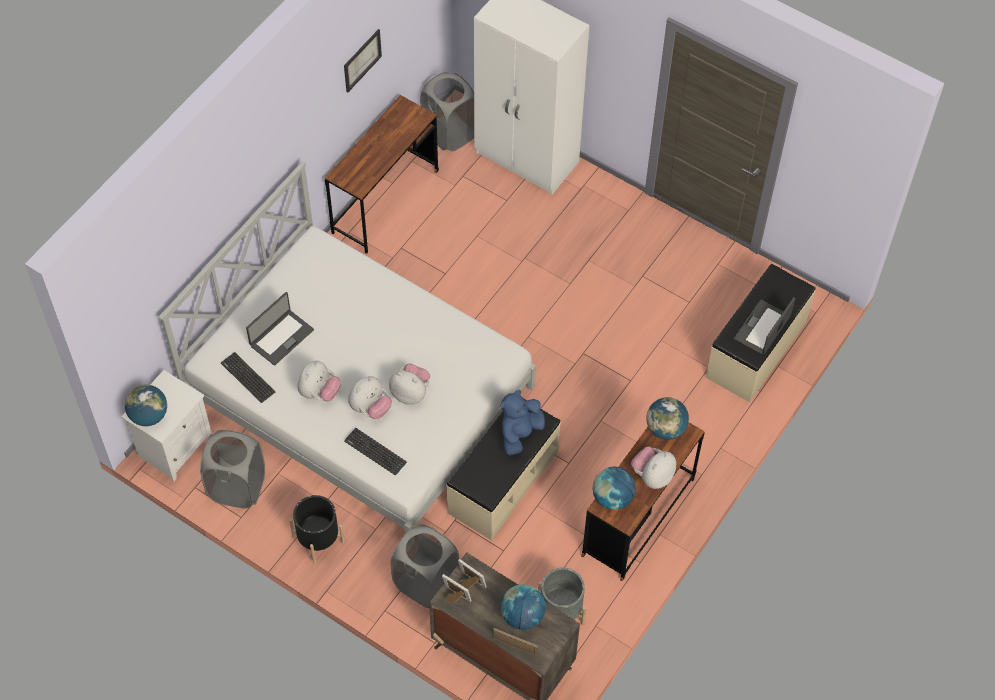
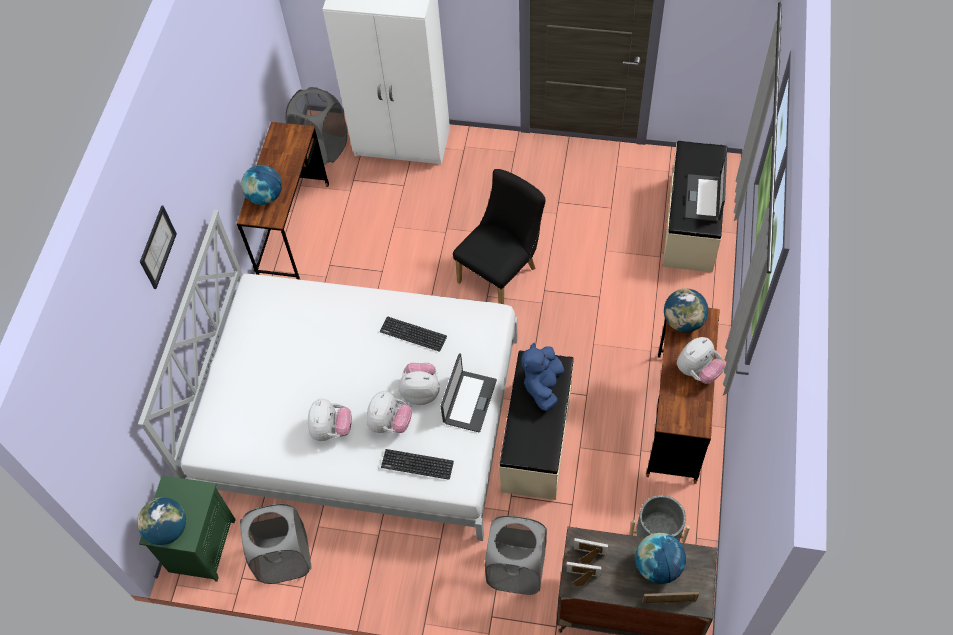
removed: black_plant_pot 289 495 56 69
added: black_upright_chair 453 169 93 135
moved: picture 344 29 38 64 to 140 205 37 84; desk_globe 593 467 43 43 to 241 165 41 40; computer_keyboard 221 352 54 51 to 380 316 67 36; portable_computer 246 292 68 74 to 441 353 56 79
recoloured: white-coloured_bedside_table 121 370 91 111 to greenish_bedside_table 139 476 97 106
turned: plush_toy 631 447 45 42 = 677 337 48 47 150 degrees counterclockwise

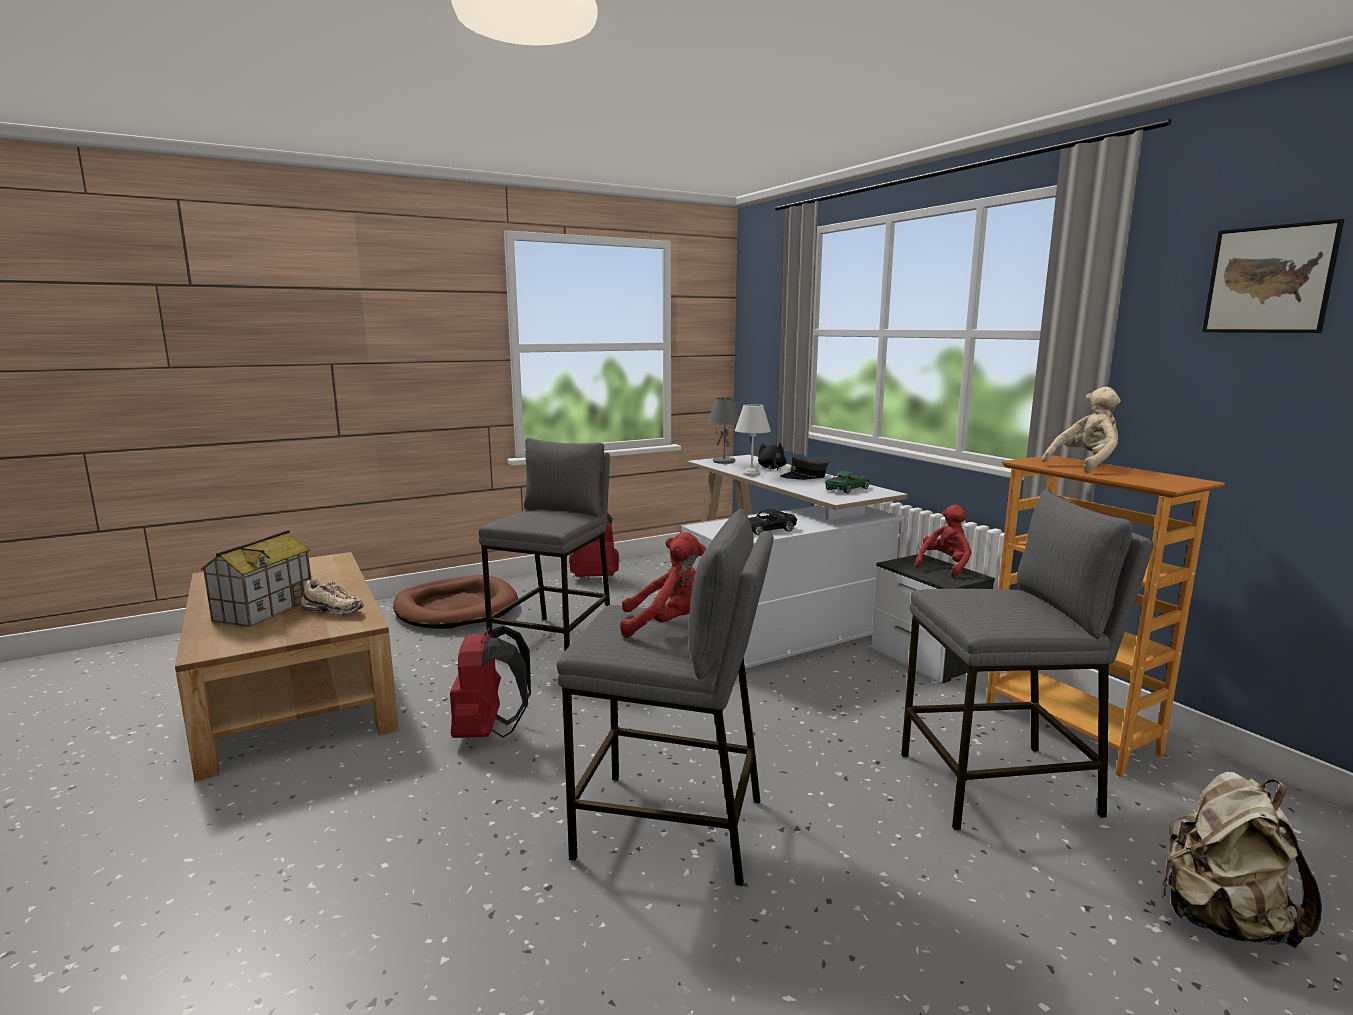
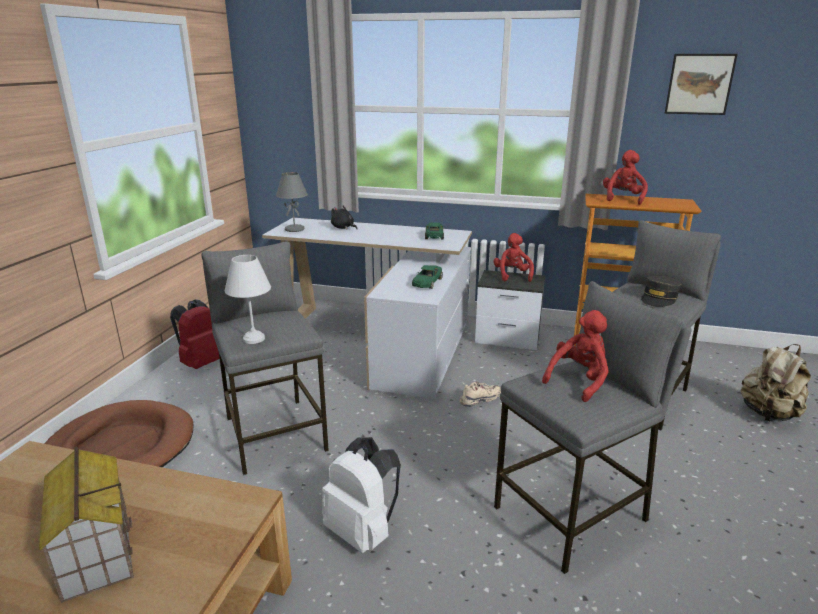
moved: white-coloured_tabletop_lamp 735 404 36 72 to 225 255 46 89; sand-coloured_low_shoe 301 579 63 37 to 460 382 41 25; greyish_peaked_cap 780 456 49 24 to 641 276 41 31
recoloured: reddish_knapsack 450 626 81 112 to white-coloured_knapsack 322 437 79 116; black_toy_car 749 509 48 26 to greenish_toy_car 412 265 31 24; sand-coloured_plush_toy 1042 387 79 86 to reddish_plush_toy 603 150 45 55

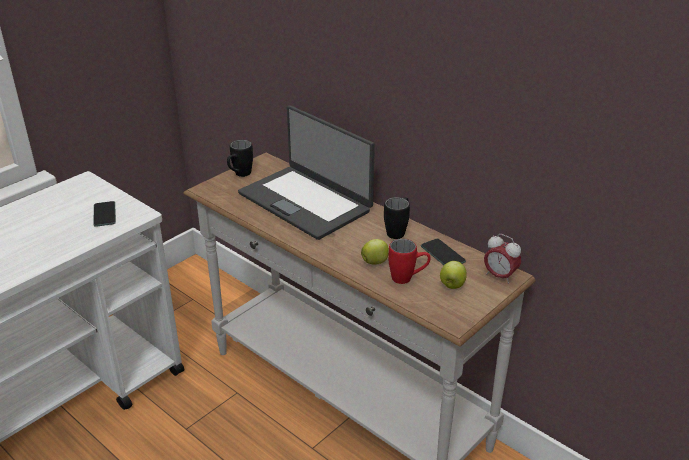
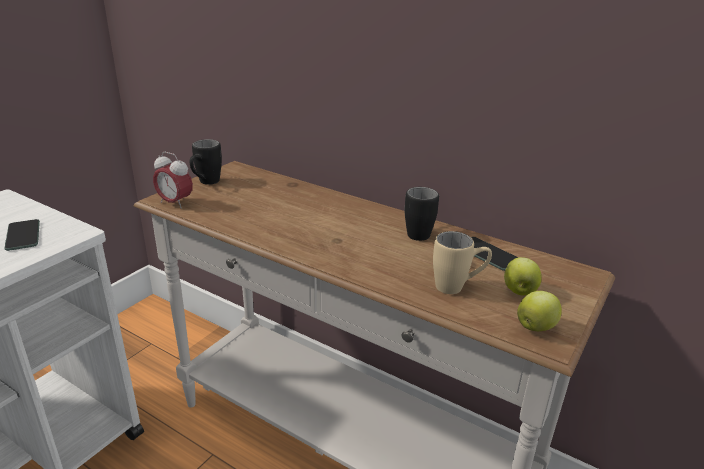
removed: portable_computer 238 105 137 135
moved: alarm_clock 484 234 37 50 to 153 152 40 57; apple_fruit 361 239 28 25 to 517 291 45 40
recoloured: reddish_coffee_mug 388 239 43 45 to sand-coloured_coffee_mug 433 231 59 63

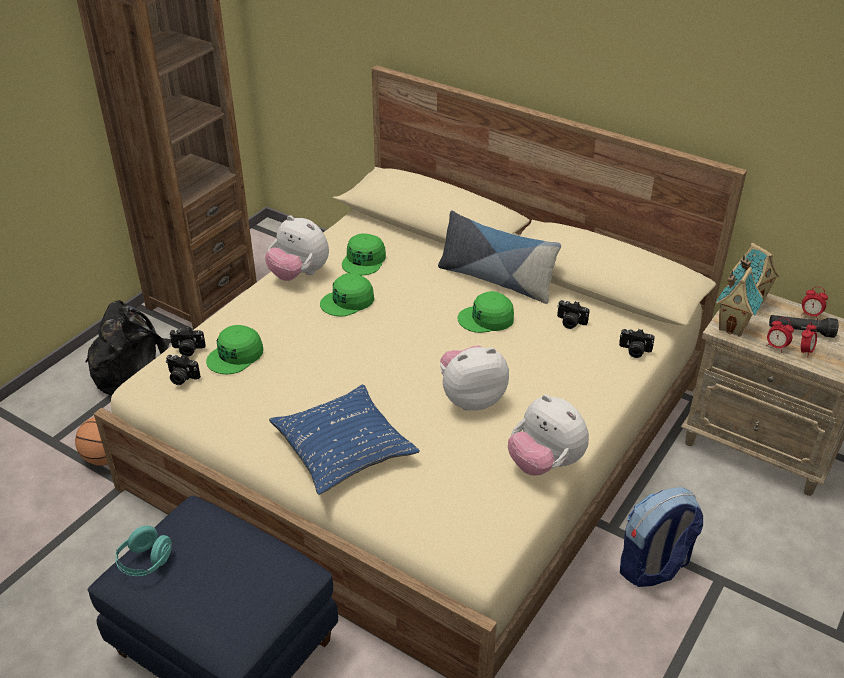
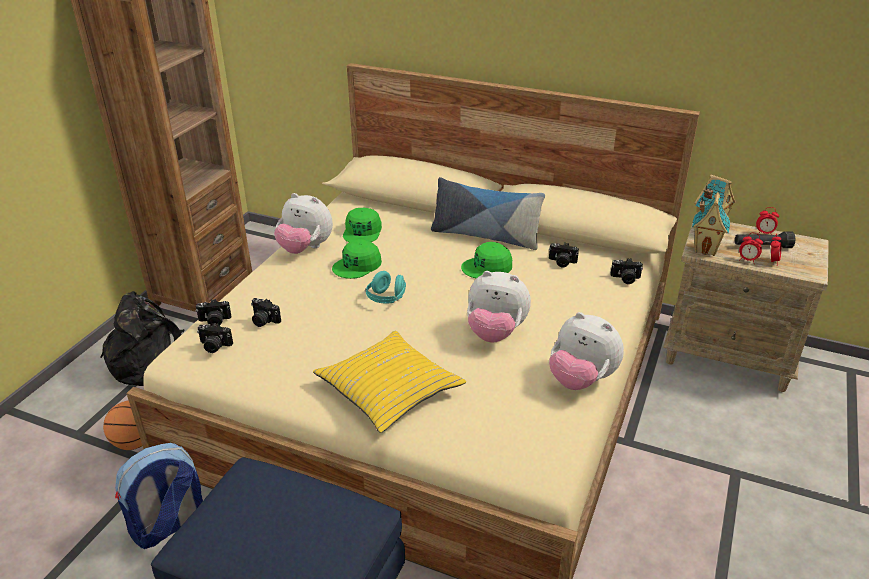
moved: knapsack 620 487 83 100 to 115 443 88 106; turquoise-coloured_headphones 115 525 57 51 to 365 271 41 33
replaced: greenish_peaked_cap 206 325 57 49 to photo_camera 251 298 30 29
recoloured: blue-coloured_throw_pillow 269 384 151 111 to yellowish_throw_pillow 313 331 153 102
turned: plush_toy 440 345 69 65 = 467 271 64 72 135 degrees counterclockwise

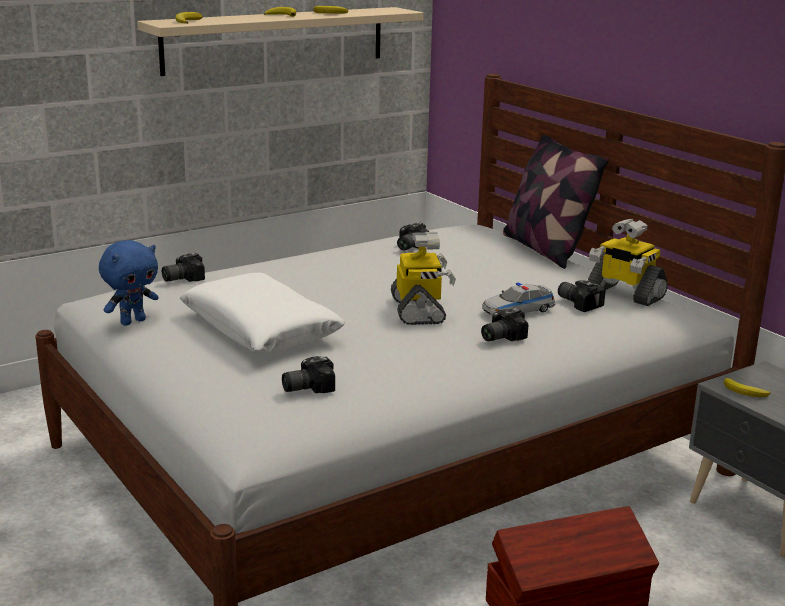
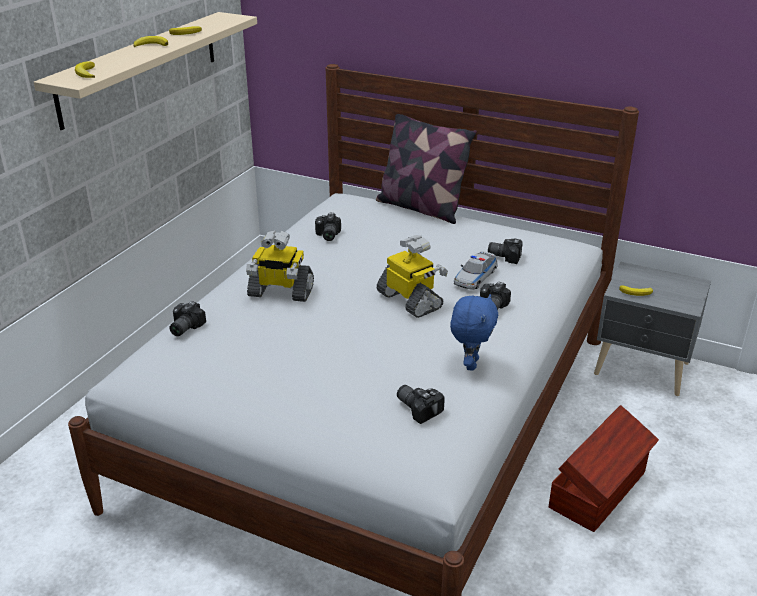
removed: white-coloured_throw_pillow 180 273 165 81
moved: toy_robot 587 219 81 87 to 246 230 68 72; blue-coloured_plush_toy 99 240 59 86 to 450 294 48 77
turned: photo_camera 282 356 53 37 = 397 385 48 39 105 degrees clockwise

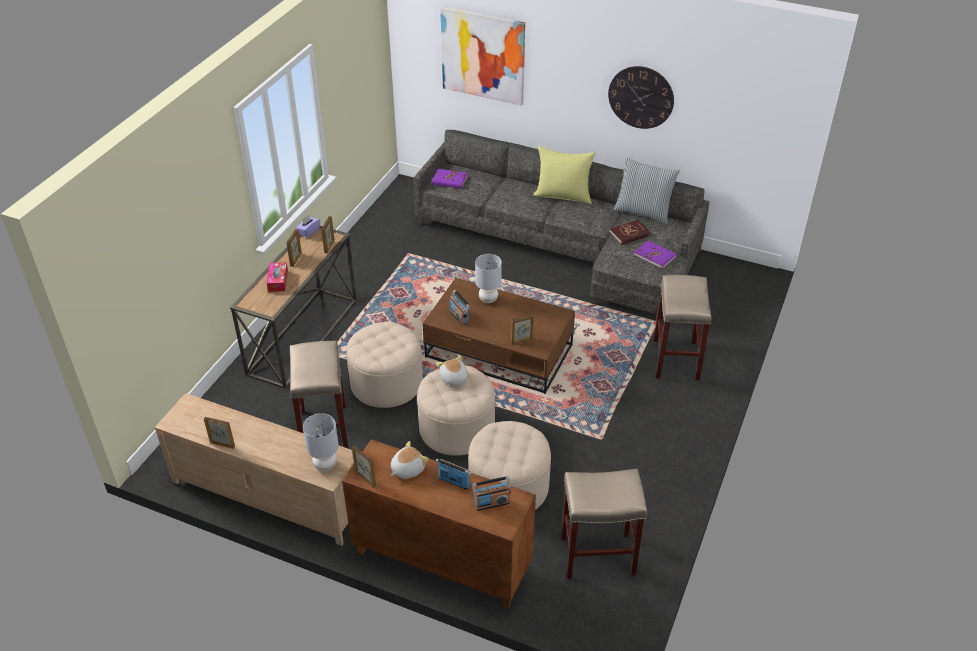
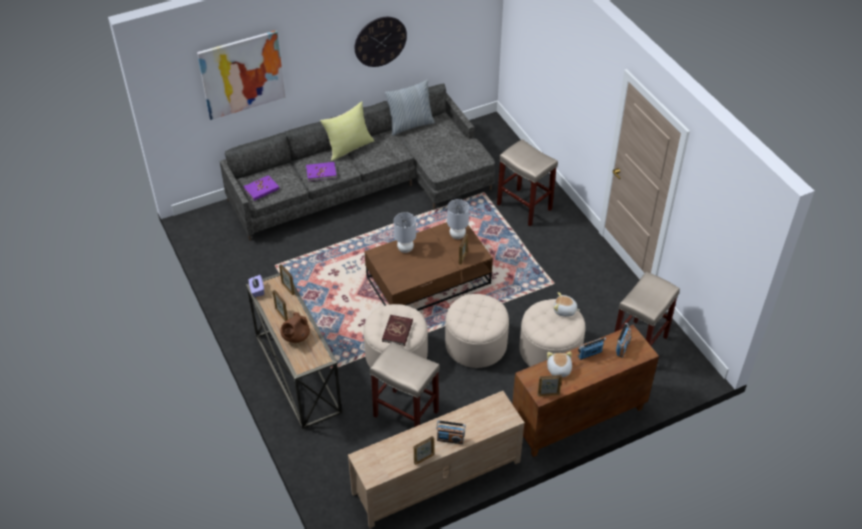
moved: purple-coloured_book 634 241 43 28 to 306 162 31 19; reddish_book 609 219 42 26 to 382 315 31 31; radio_receiver 449 290 21 36 to 436 420 30 24; greyish_tabletop_lamp 303 413 36 58 to 447 199 22 40; plush_toy 436 355 32 31 to 554 292 26 25
replaced: tissue_holder 267 262 21 30 to brown_teapot 280 312 30 31

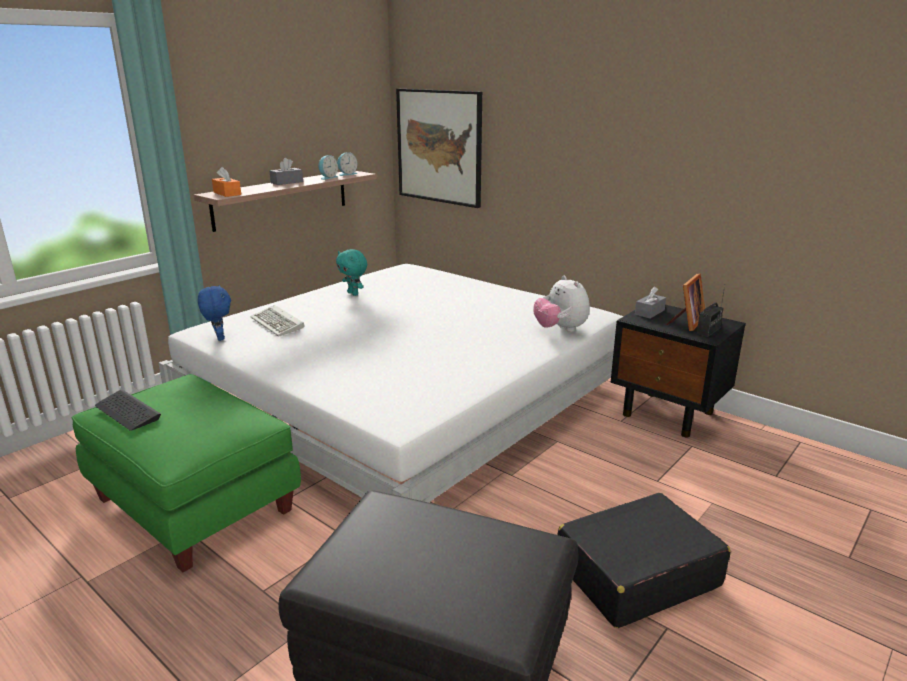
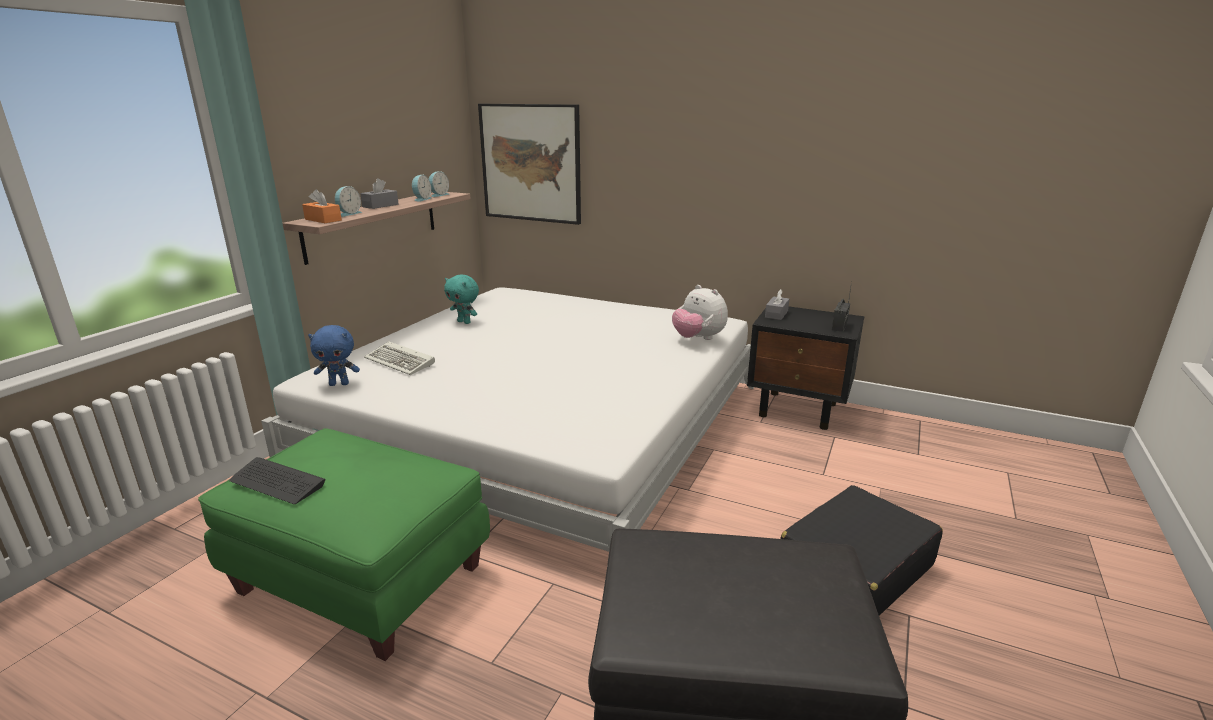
removed: standing_frame 667 273 38 58
added: alarm_clock 335 186 27 31
turned: blue-coloured_plush_toy 198 285 33 56 = 308 325 52 61 120 degrees clockwise

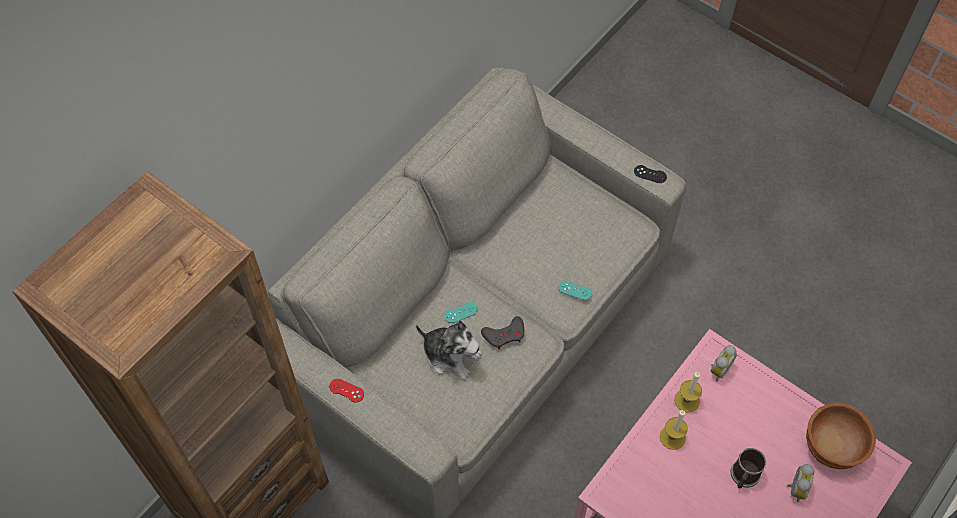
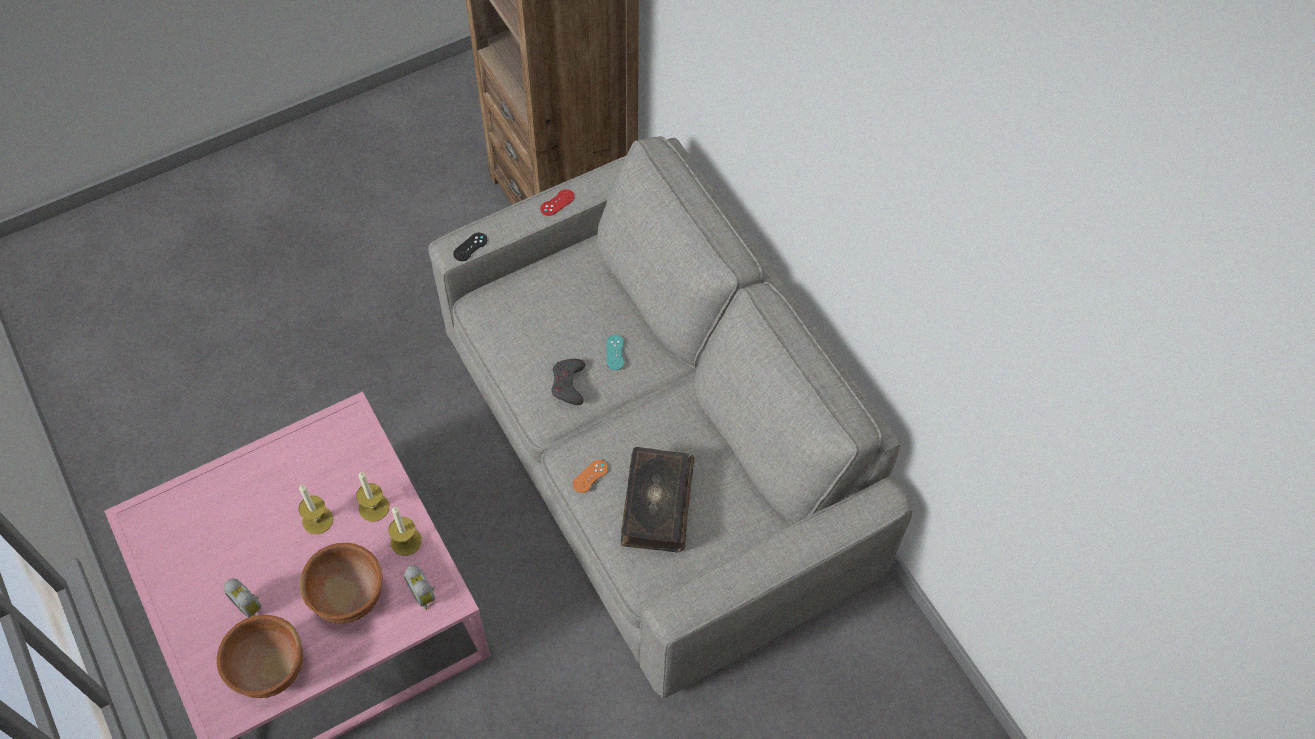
removed: plush_toy 416 321 66 59; coffee_mug 731 448 35 40
added: wax_candle 298 485 35 49; brown_serving_bowl 300 543 82 81; book 621 447 74 105
moved: black_joypad 634 165 33 18 to 453 233 34 28
recoloured: turquoise-coloured_joypad 559 280 33 20 to orange-coloured_joypad 573 460 35 33

